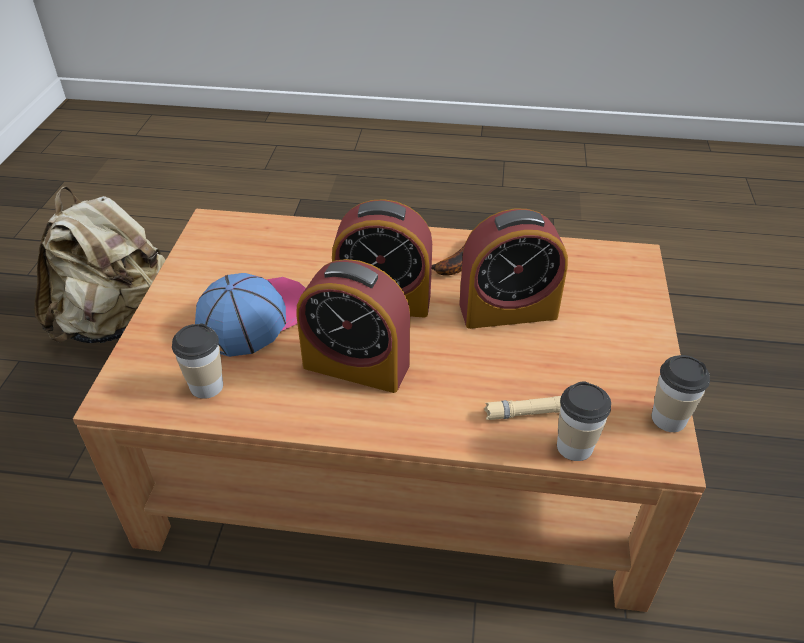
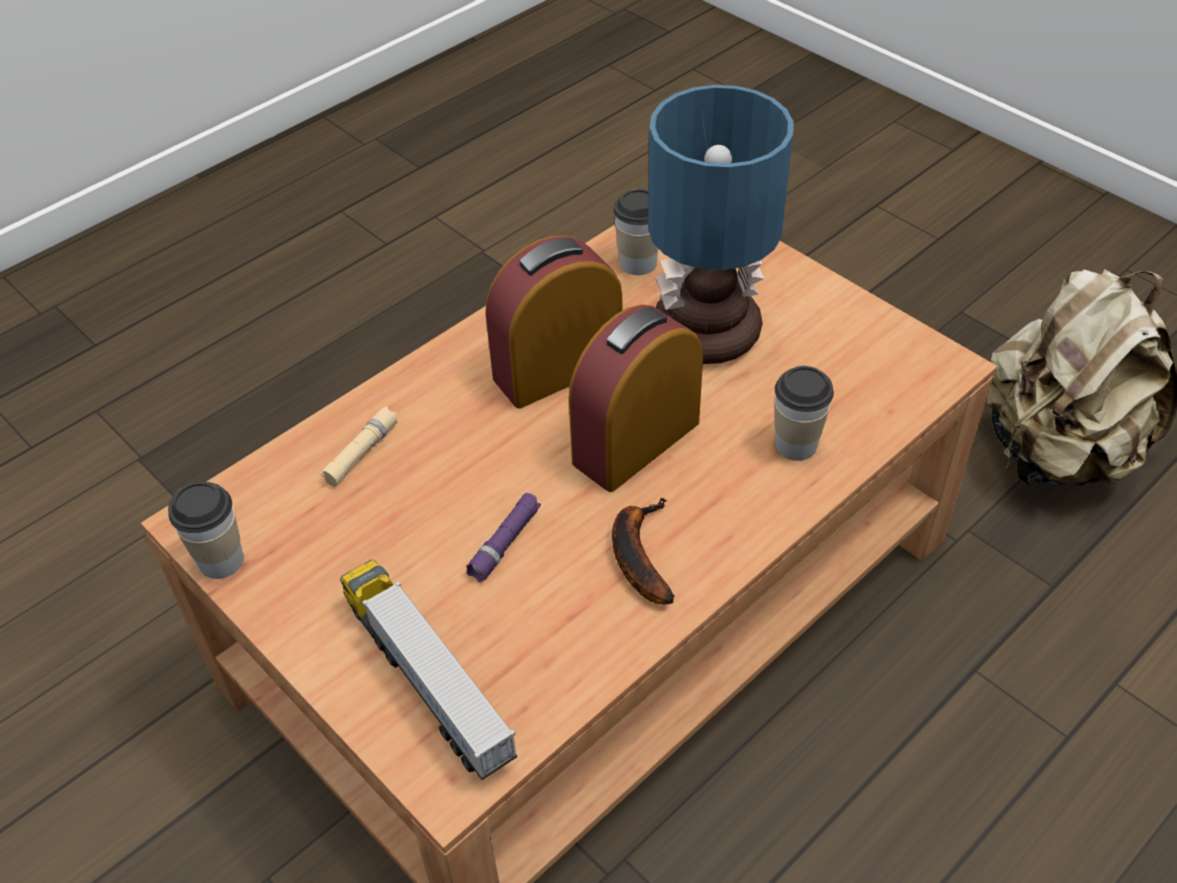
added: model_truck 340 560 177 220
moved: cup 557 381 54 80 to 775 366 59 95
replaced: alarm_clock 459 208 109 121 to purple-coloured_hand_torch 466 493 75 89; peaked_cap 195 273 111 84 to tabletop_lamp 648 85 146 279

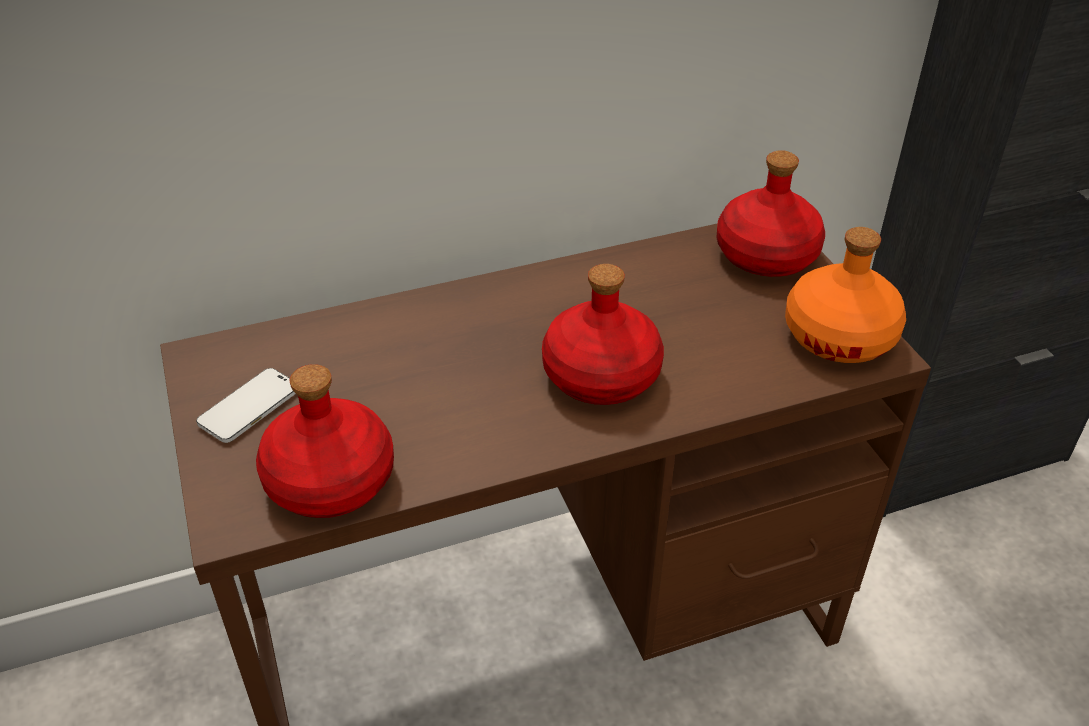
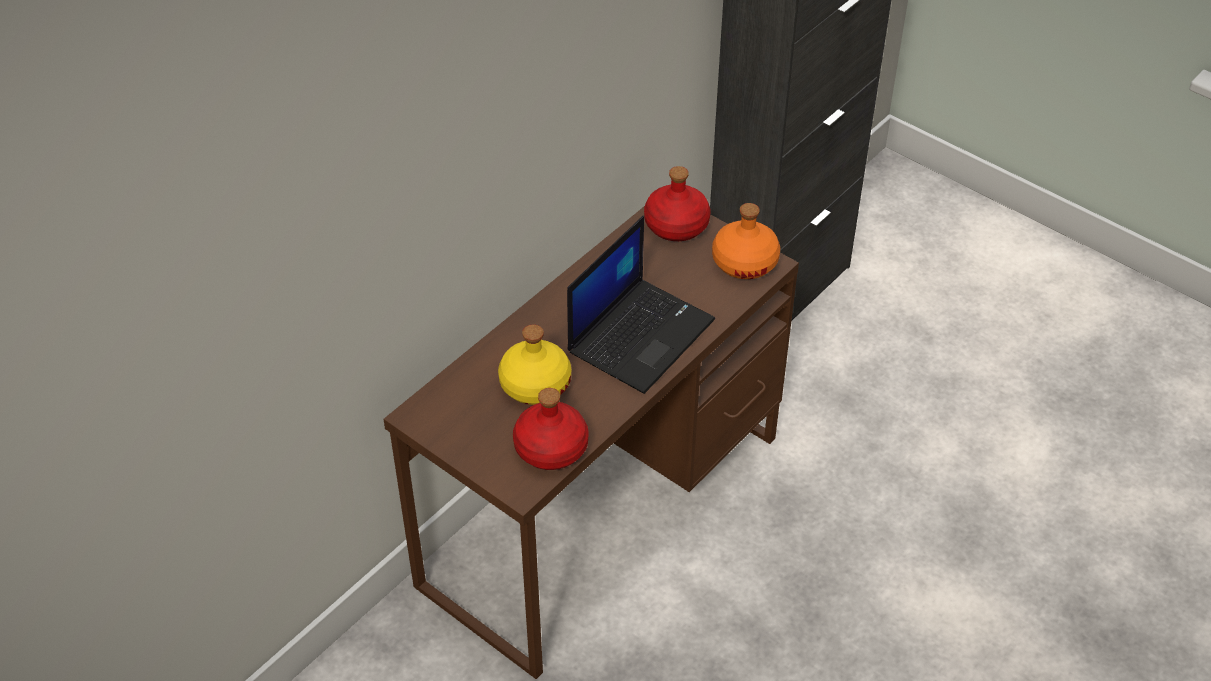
removed: telephone 196 368 100 75
added: yellowish_beverage_bottle 498 325 73 80
replaced: reddish_beverage_bottle 542 264 122 141 to portable_computer 567 216 148 178

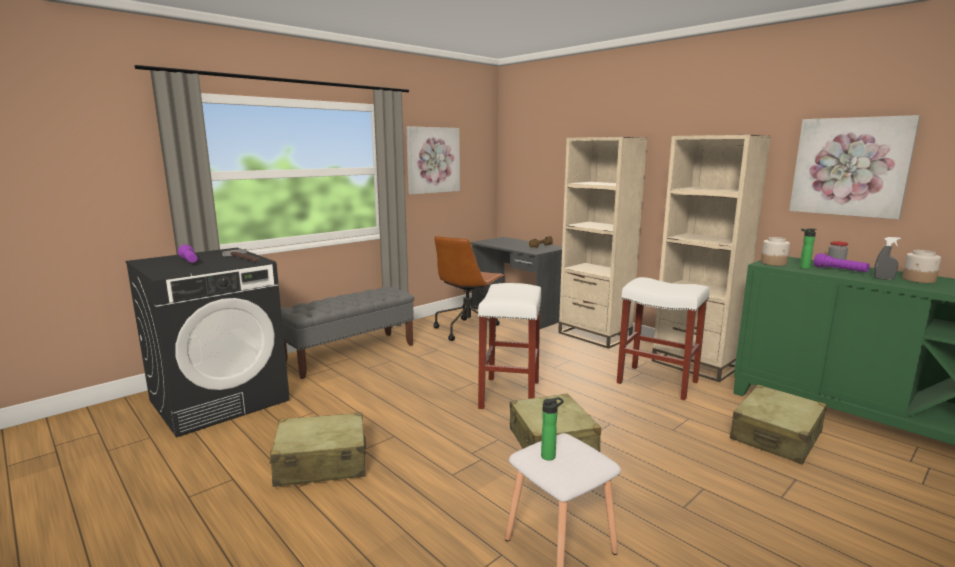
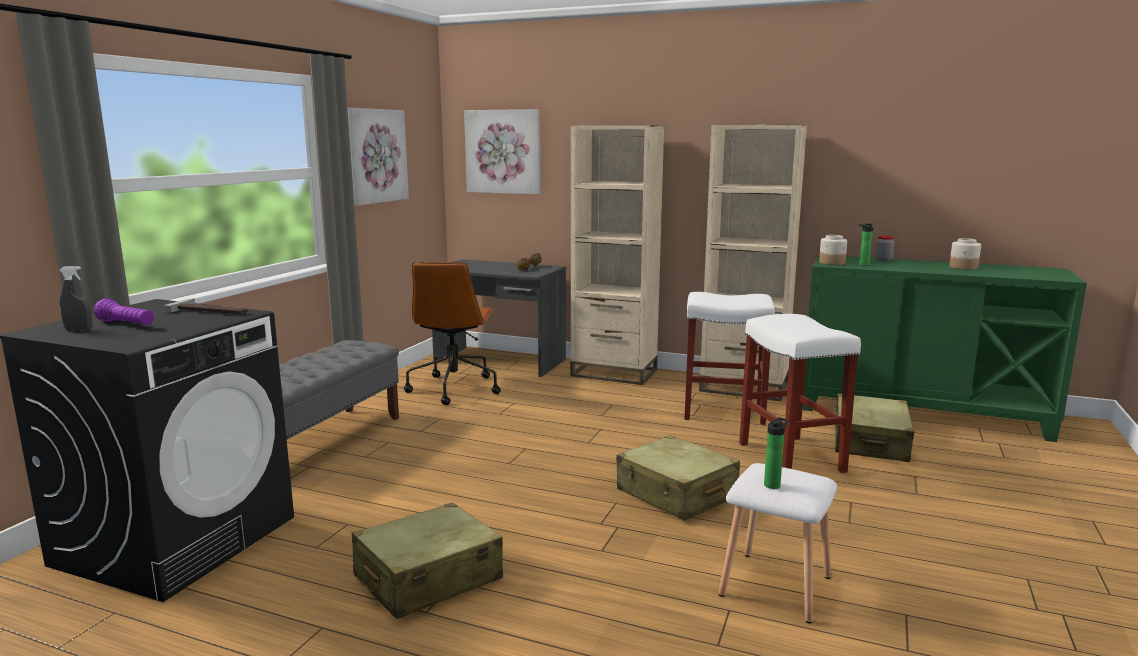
removed: purple-coloured_hand_torch 814 253 56 19
moved: greyish_hand_sprayer 874 237 27 43 to 59 266 33 65; picture 789 115 131 104 to 464 109 77 86; white-coloured_sitting_stool 478 283 64 126 to 739 314 122 159

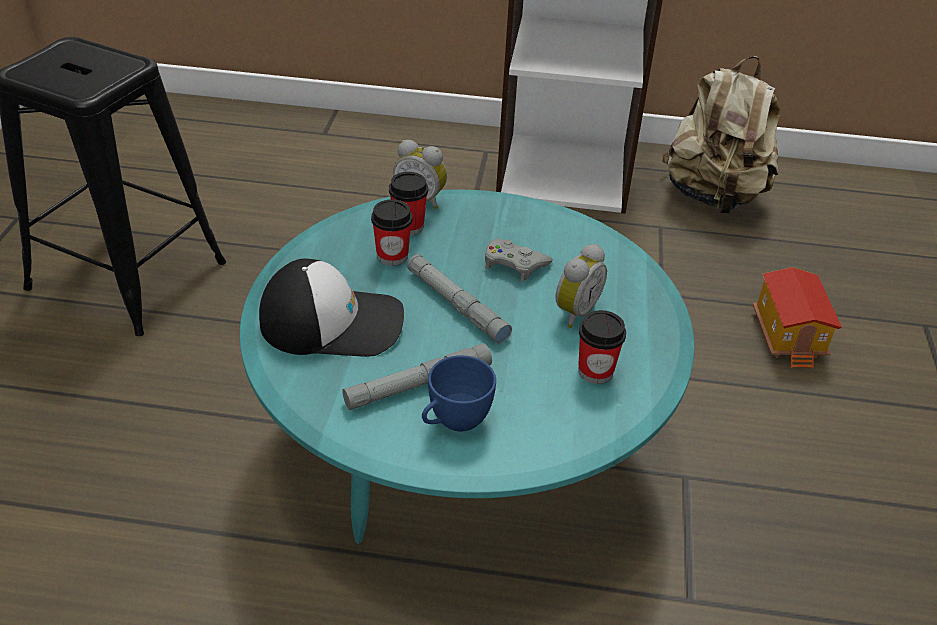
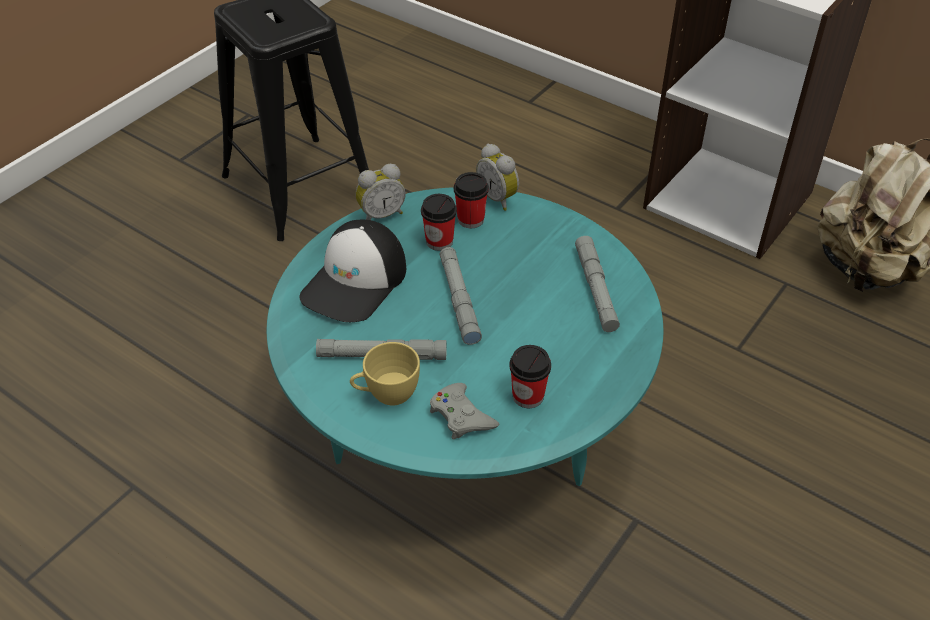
removed: toy_house 753 267 89 101
added: greyish_hand_torch 575 236 45 96
moved: alarm_clock 556 244 51 84 to 356 164 50 56; greyish_joypad 485 238 68 44 to 430 383 69 57
recoloured: blue-coloured_cup 422 355 74 76 to yellowish_cup 350 342 70 64
turned: peaked_cap 259 258 145 99 = 300 220 106 102 90 degrees clockwise

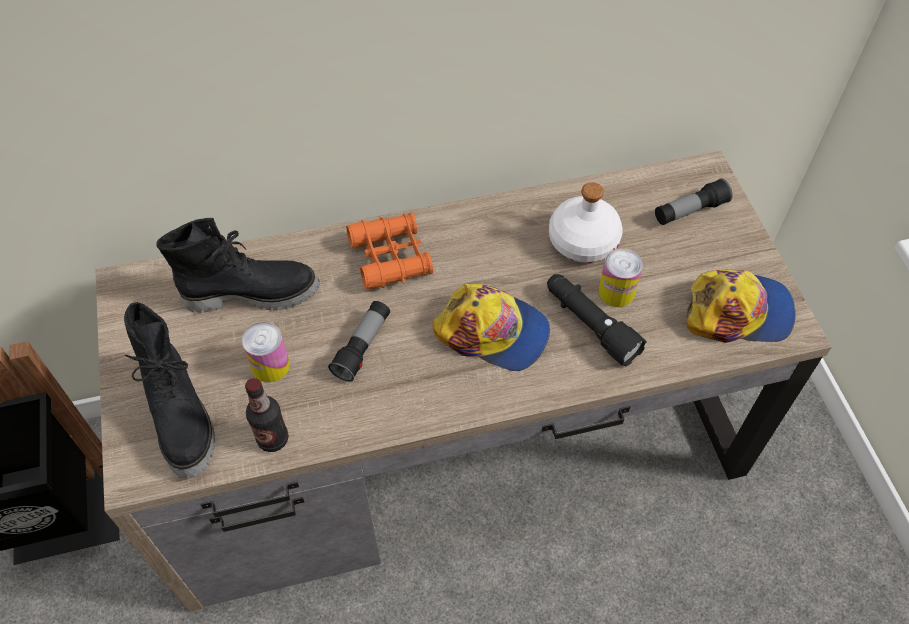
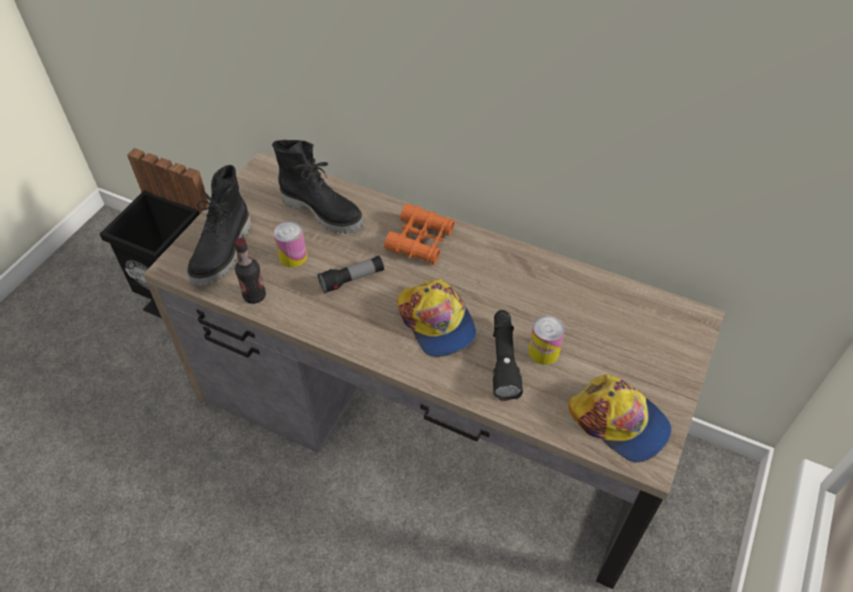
removed: white-coloured_beverage_bottle 549 182 74 81; hand_torch 655 178 77 47

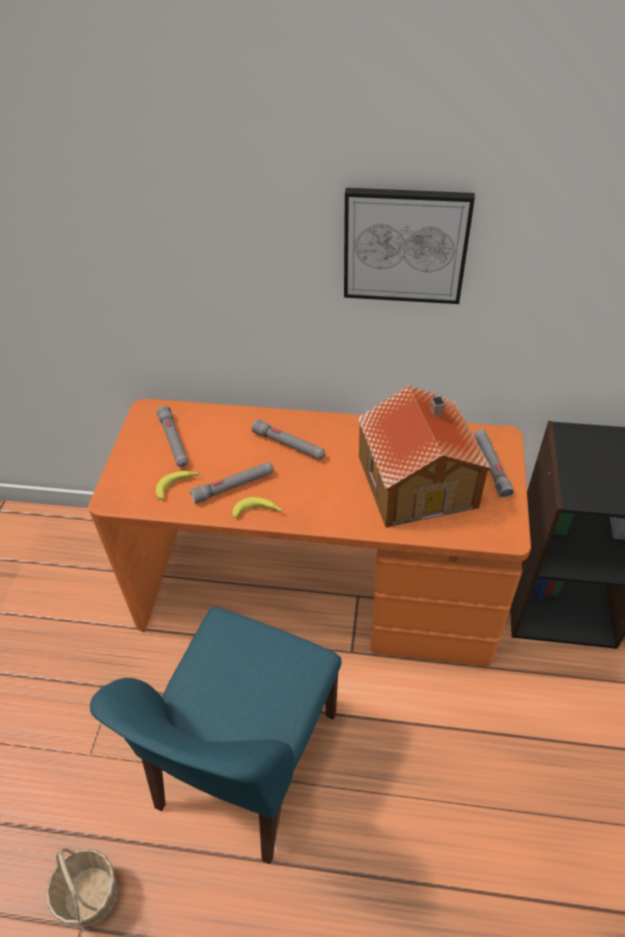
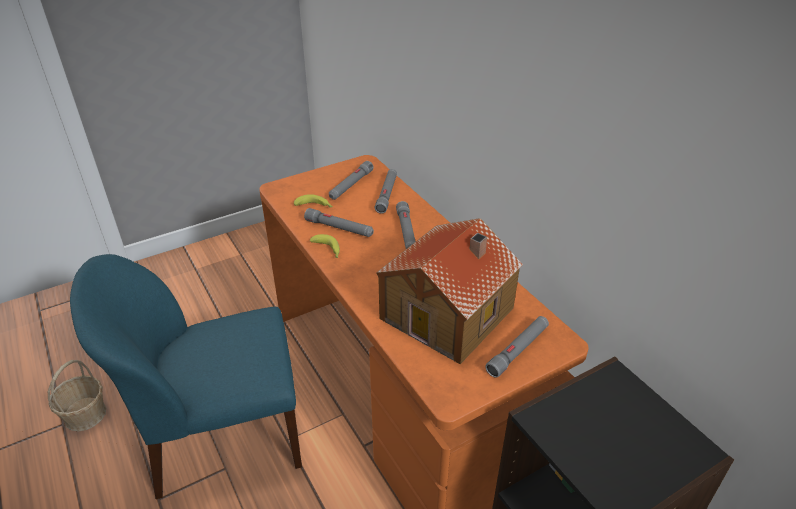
removed: picture 344 188 131 116
added: greyish_hand_torch 375 169 22 45

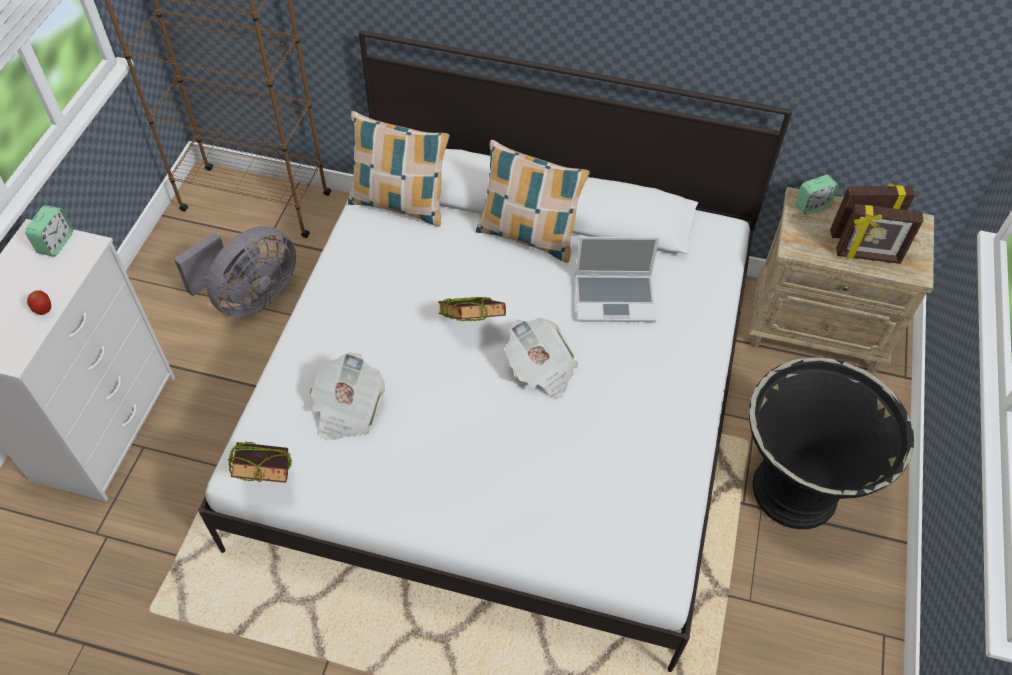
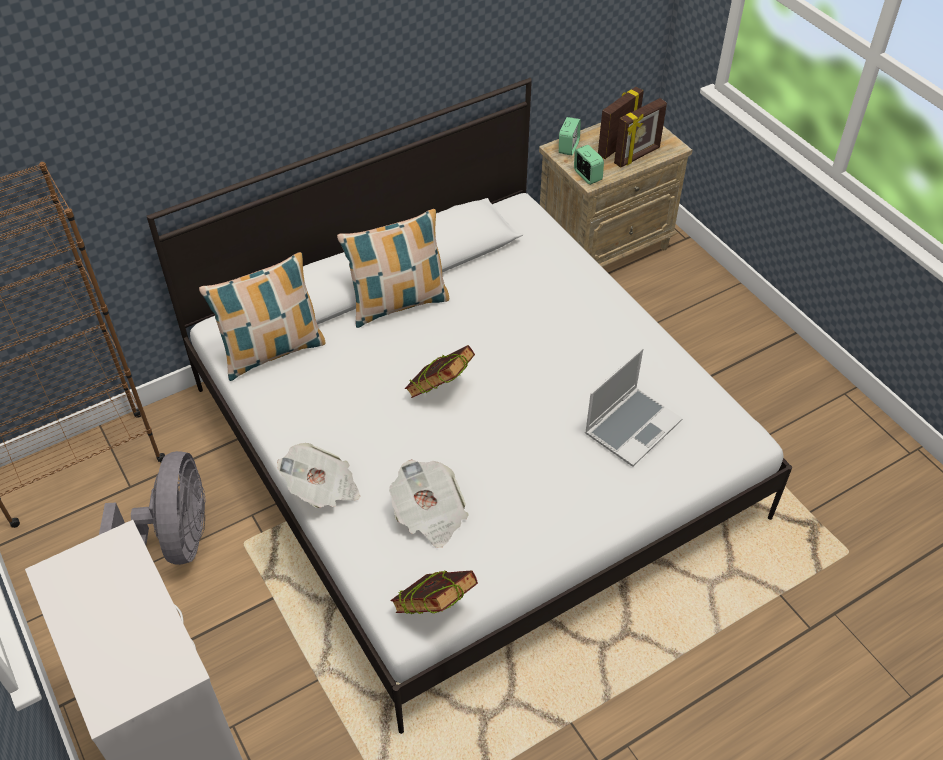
removed: apple_fruit 27 290 24 25; black_plant_pot 749 358 165 171
moved: printed_paper 505 318 73 80 to 277 443 83 65; alarm_clock 25 205 48 52 to 574 145 30 40; portable_computer 575 237 84 85 to 585 348 98 119

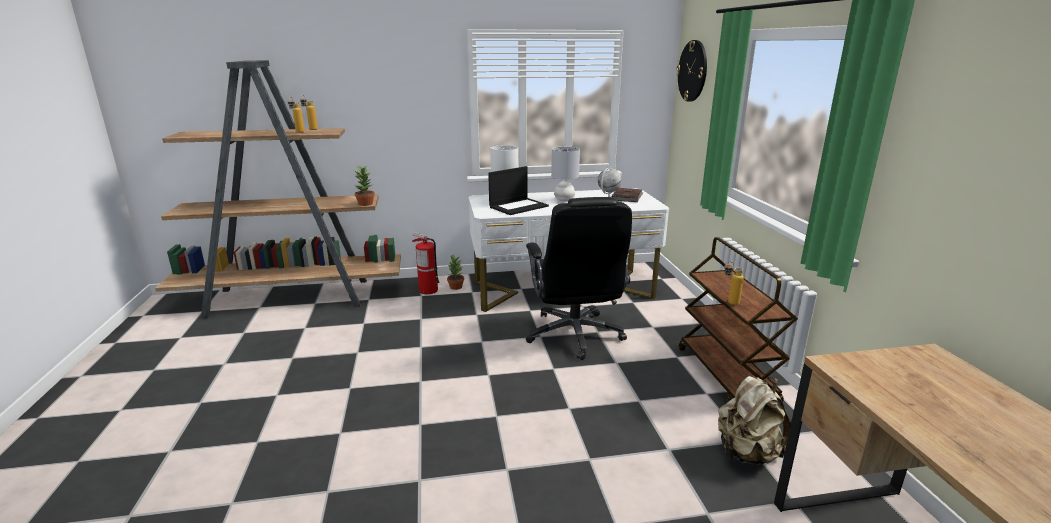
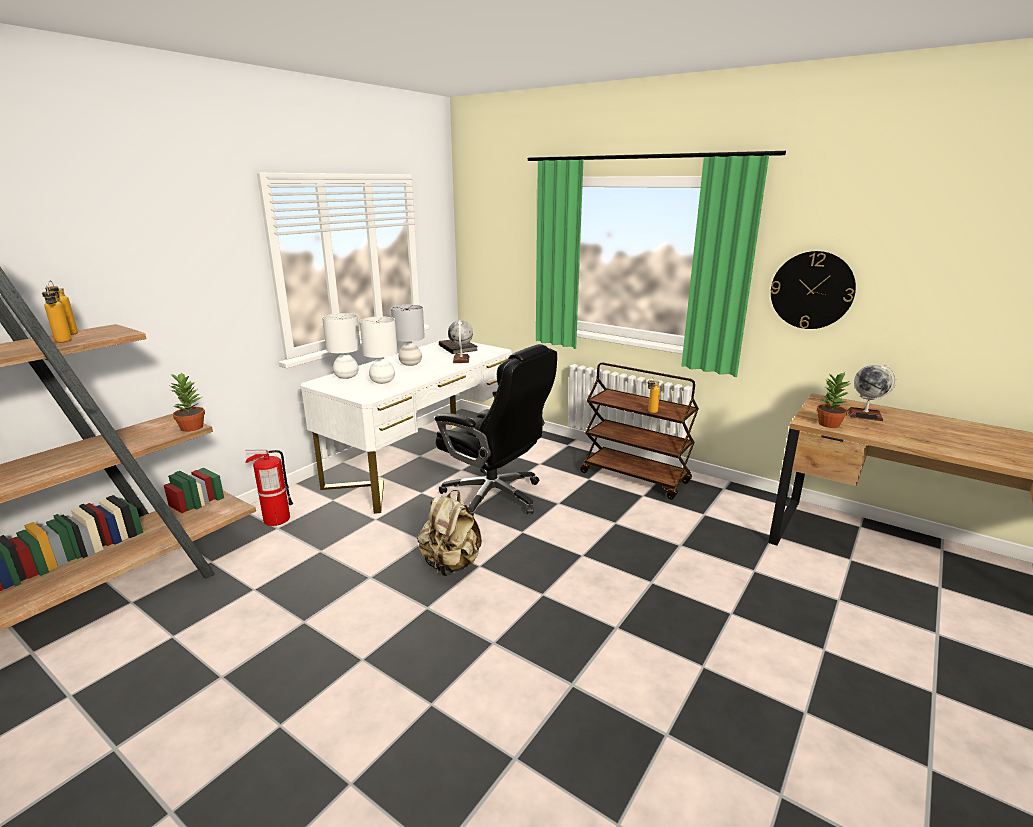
added: desk_globe 847 365 49 56
moved: sand-coloured_knapsack 718 376 73 89 to 417 490 65 86; wall_clock 676 40 31 62 to 771 251 85 78; potted_plant 447 254 17 36 to 817 372 34 56
replaced: portable_computer 488 166 61 49 to white-coloured_tabletop_lamp 360 316 38 68

